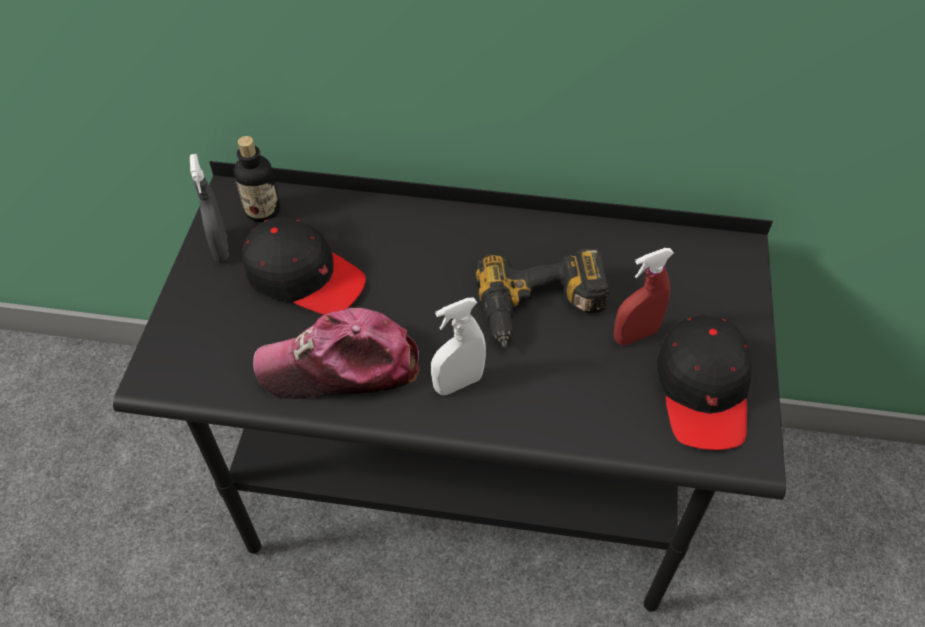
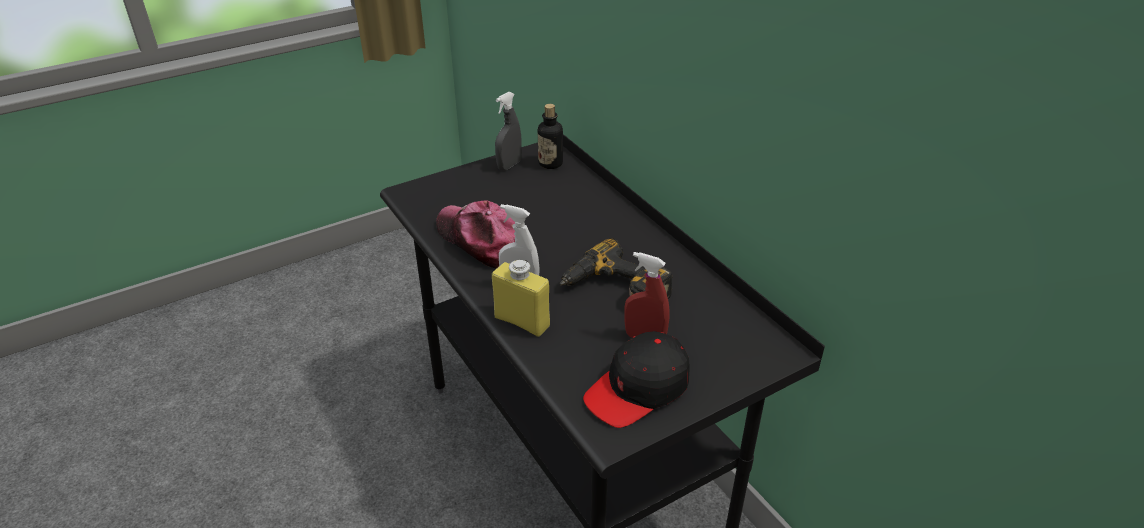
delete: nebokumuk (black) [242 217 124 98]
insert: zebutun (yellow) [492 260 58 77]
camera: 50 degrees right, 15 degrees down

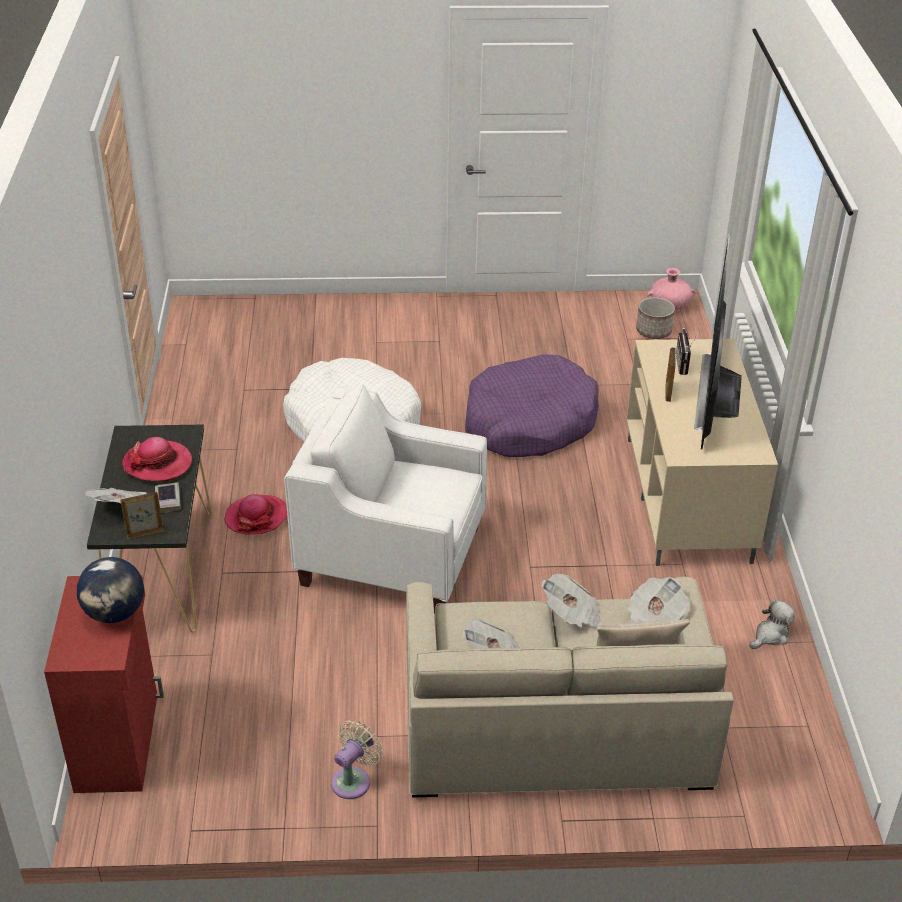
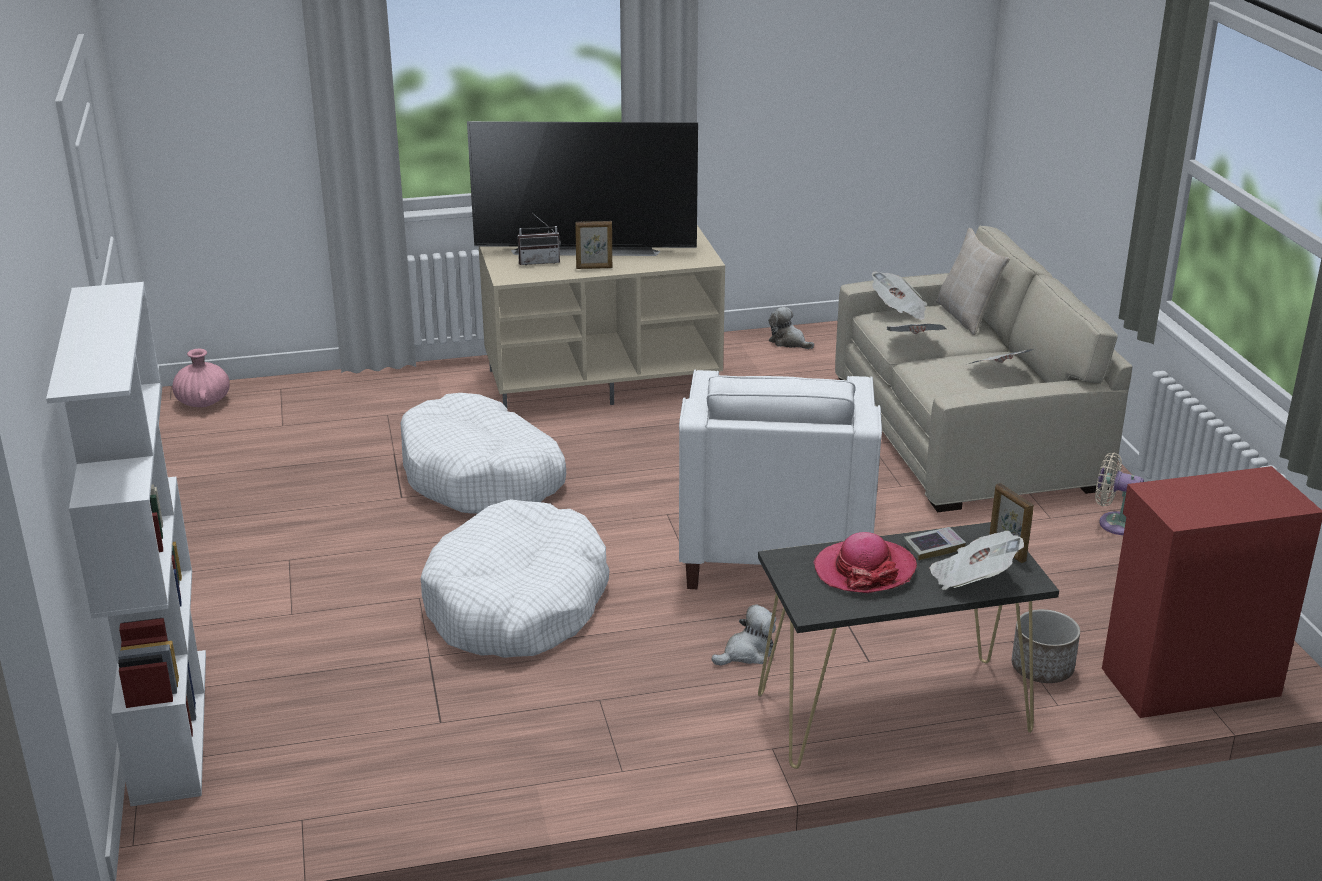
delete: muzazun [76 557 68 66]
insert: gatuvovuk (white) [46 282 160 524]
move: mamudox [636 297 39 42] to [1012 609 68 74]
replace: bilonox [225 494 62 41] to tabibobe [711 605 65 61]
recolor: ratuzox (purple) [465 354 134 103] to ratuzox (white) [401 393 165 121]
camera: 100 degrees left, 10 degrees down

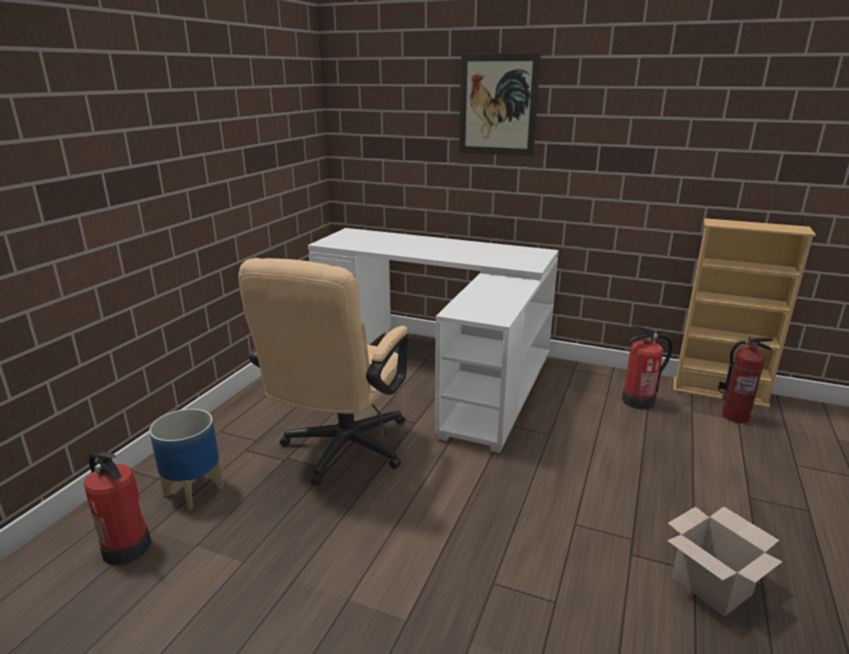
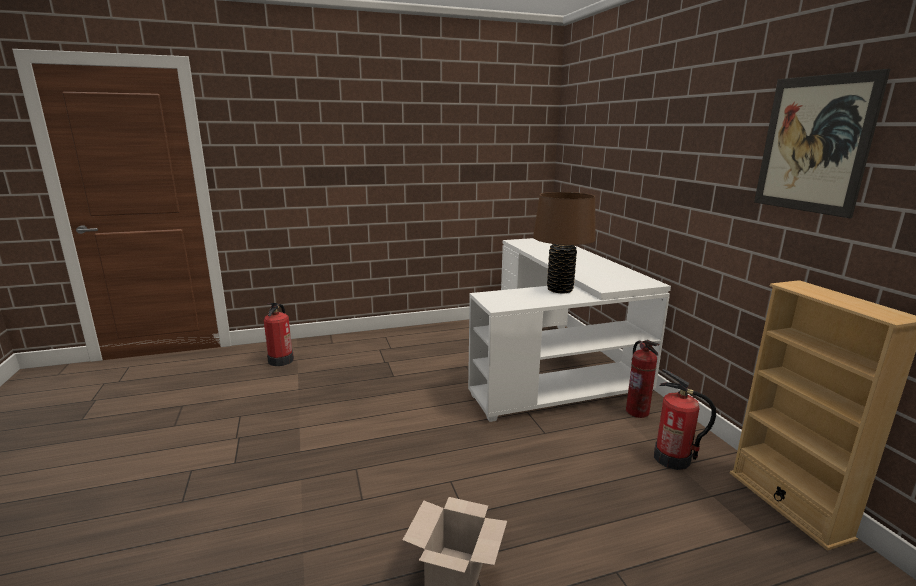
delete: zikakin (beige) [238 258 171 227]; mamudox [149 409 75 101]
insert: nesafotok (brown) [533 192 63 102]
move: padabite [459 53 82 103] to [754 69 136 149]; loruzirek [722 337 51 86] to [626 340 34 78]
camera: 50 degrees right, 5 degrees down

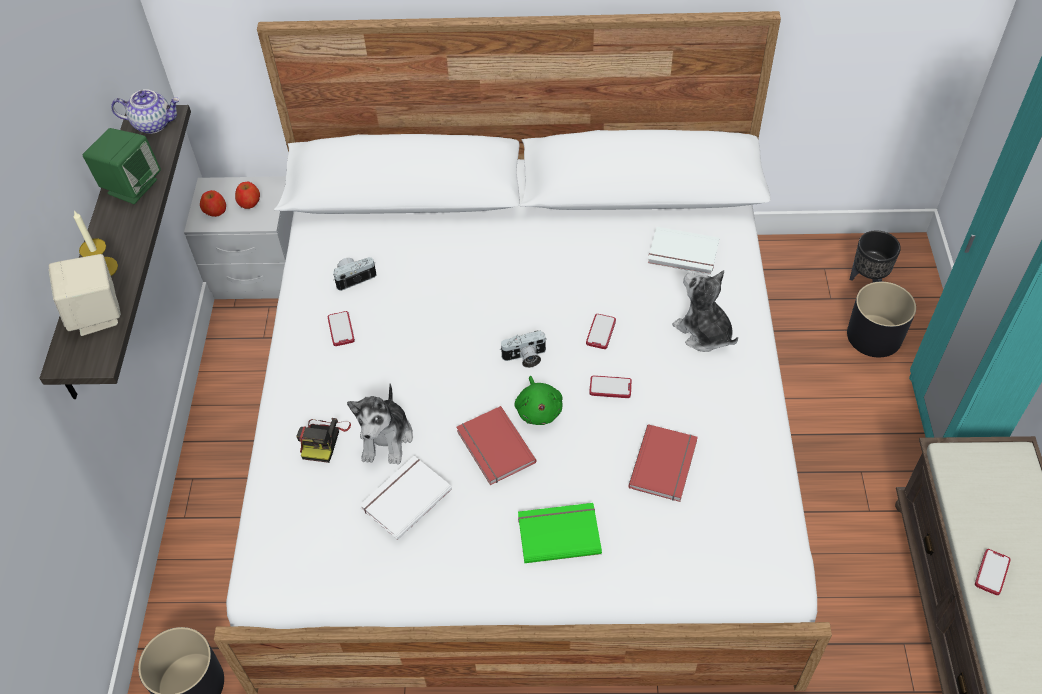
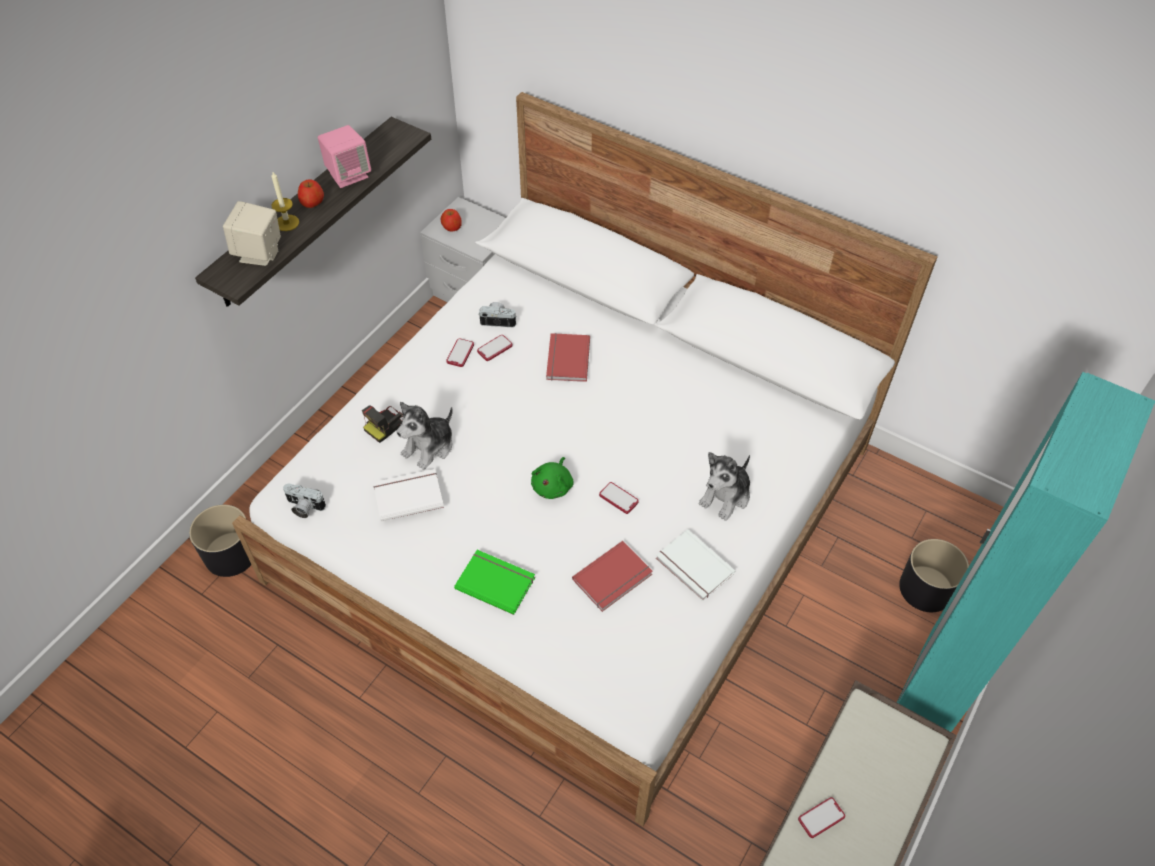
delete: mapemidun [111 89 69 45]; mamudox (black) [850 230 51 52]
move: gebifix [235 182 25 27] to [298 180 26 28]; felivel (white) [648 227 71 48] to [656 529 79 72]; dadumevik [586 314 30 35] to [477 335 35 26]; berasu [500 330 47 38] to [283 484 43 34]; felivel (red) [456 406 80 79] to [546 333 44 49]
recolor: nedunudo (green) [83 128 78 76] to nedunudo (pink) [318 125 53 63]
rotate: tabibobe [673 270 65 82] = [699 452 51 69] 135 degrees counterclockwise
camera: 30 degrees right, 0 degrees up

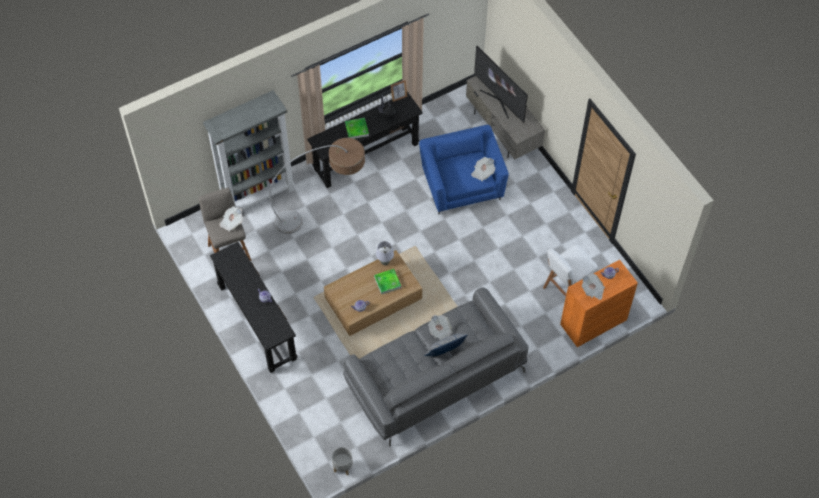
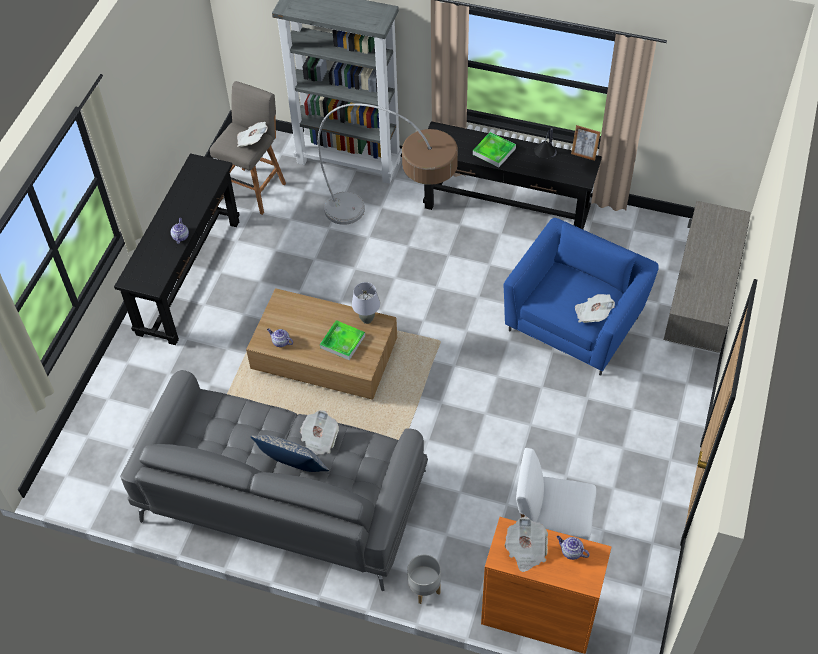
delete: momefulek [474 46 54 77]
move: mamudox (grey) [332 447 21 29] to [407 555 34 49]
camera: 50 degrees right, 5 degrees down

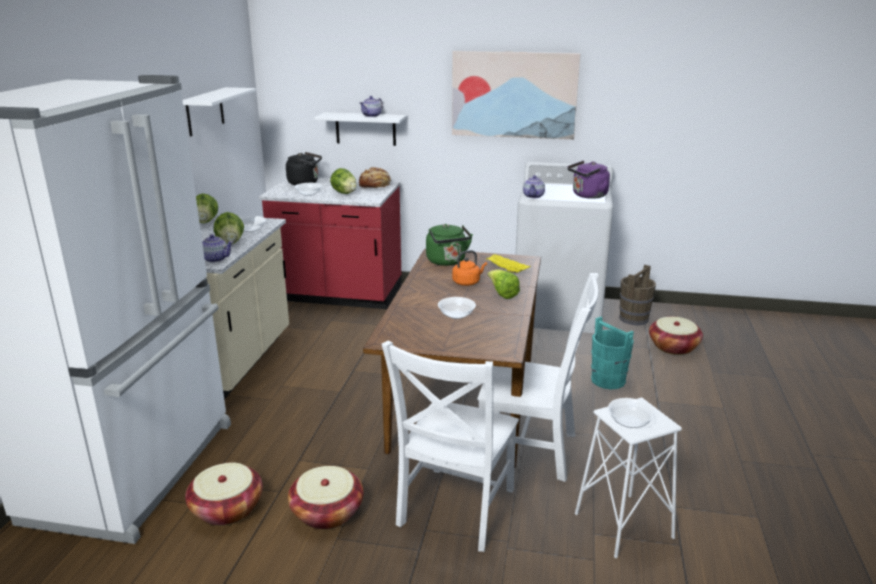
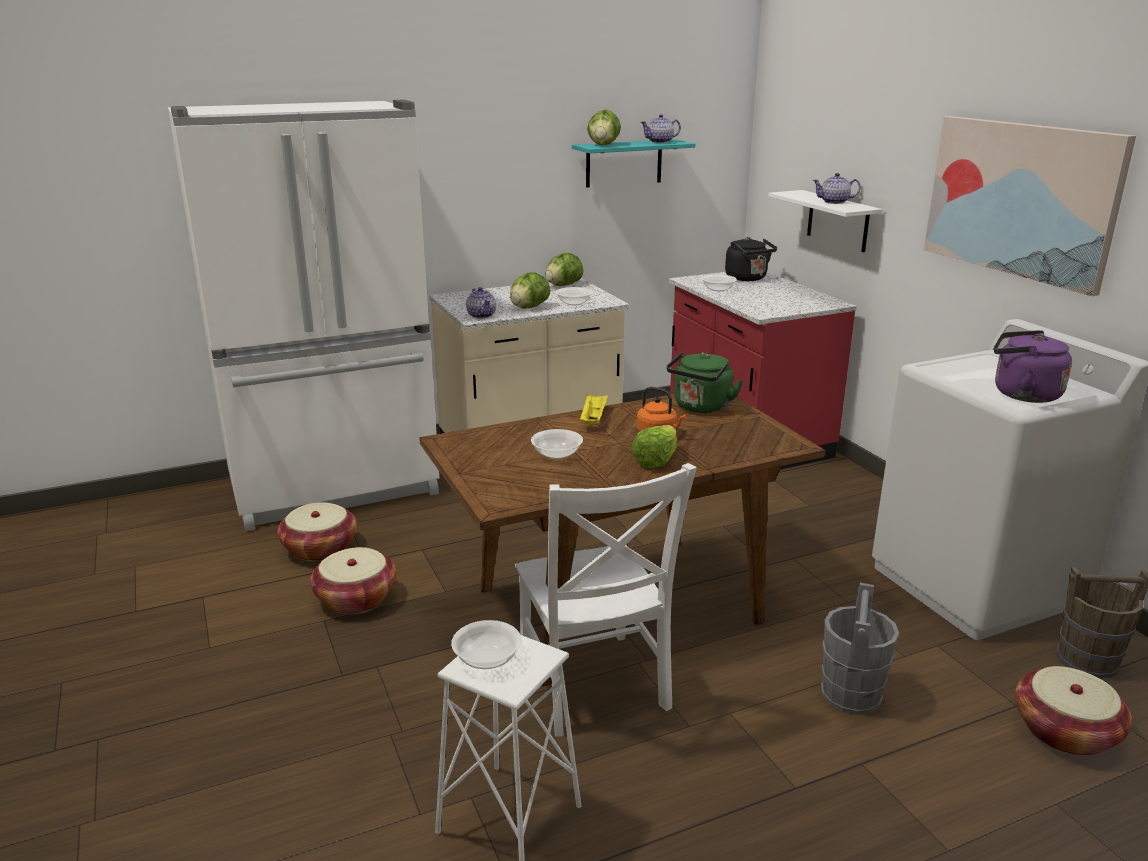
delete: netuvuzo [359 167 32 22]; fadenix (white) [382 341 137 211]
move: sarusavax [330 168 27 26] to [587 109 34 36]; mapemidun [523 175 22 23] to [641 114 40 29]; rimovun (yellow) [486 254 45 19] to [580 394 28 31]
recolor: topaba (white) [183 87 73 49] to topaba (turquoise) [572 139 123 49]; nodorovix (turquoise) [591 317 43 72] to nodorovix (grey) [821 583 78 132]
camera: 55 degrees right, 0 degrees up

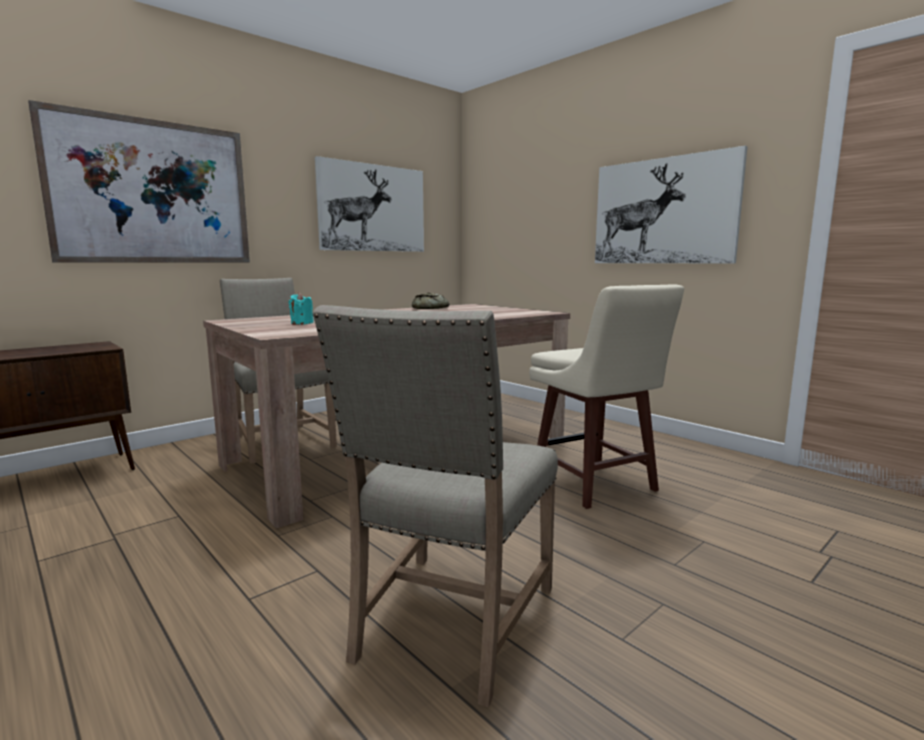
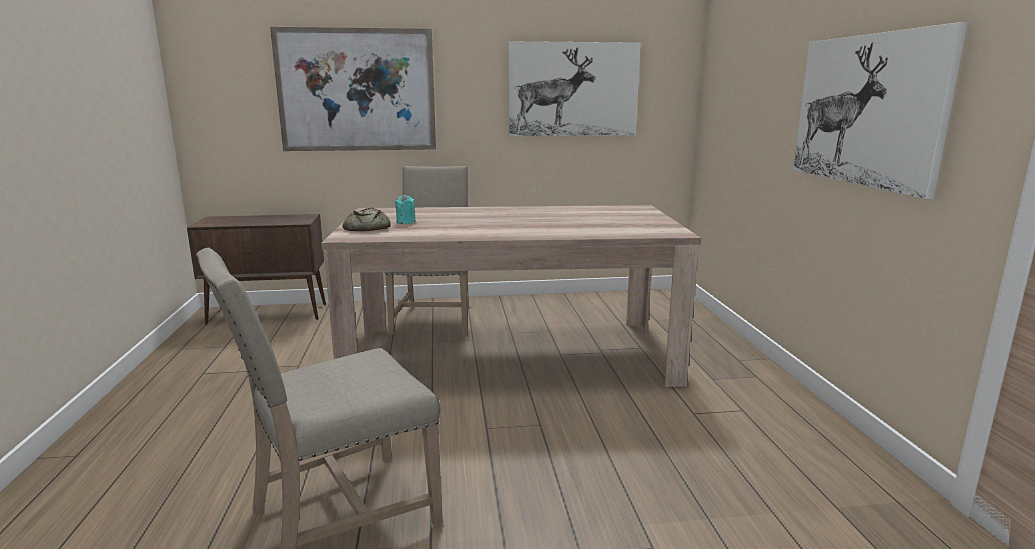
delete: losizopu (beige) [529 285 155 224]
move: netuvuzo [412 293 37 16] to [343 208 48 23]
camera: 35 degrees right, 5 degrees up

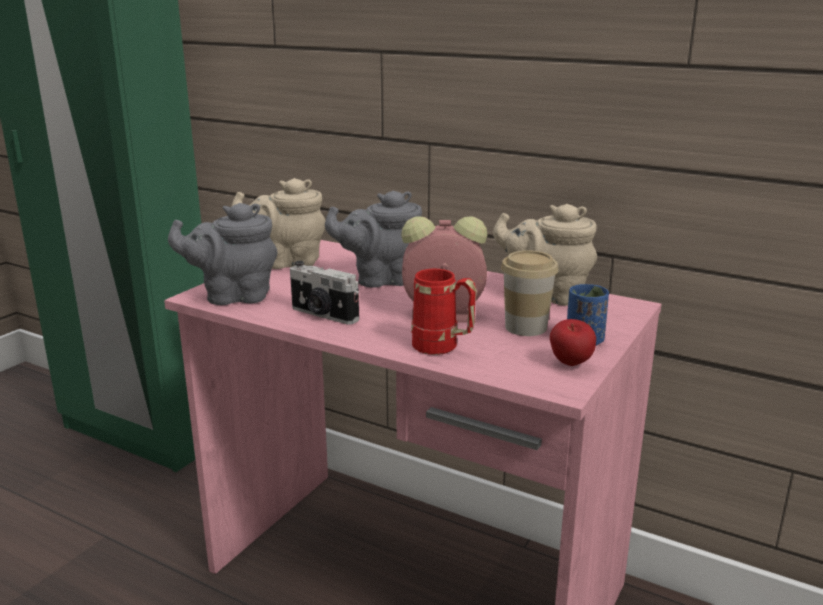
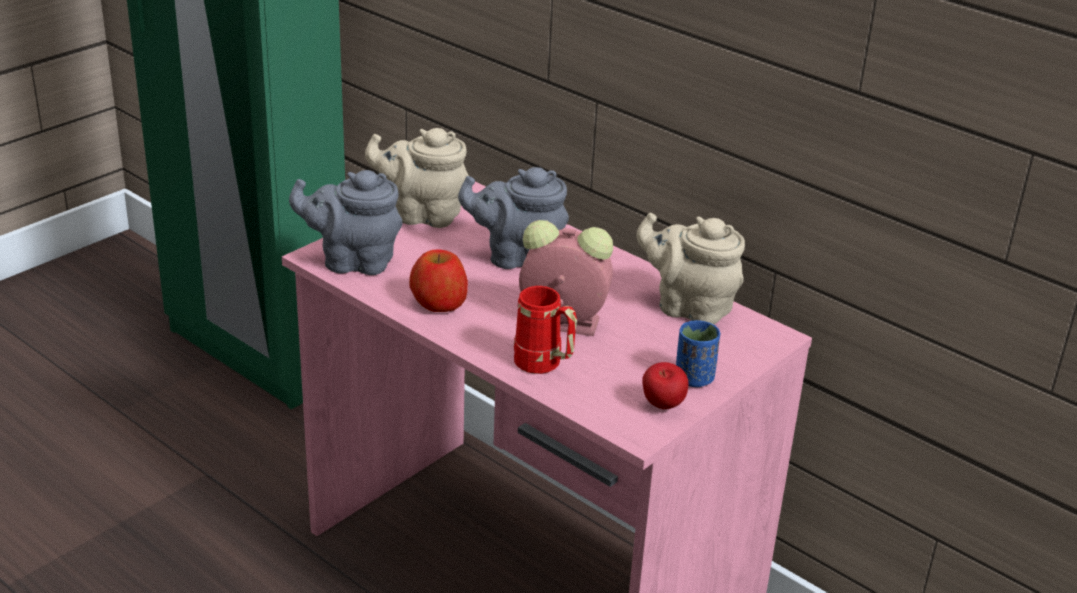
delete: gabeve [501 250 58 86]
replace: berasu [290 261 69 64] to gebifix [409 250 59 62]
camera: 10 degrees right, 10 degrees up

